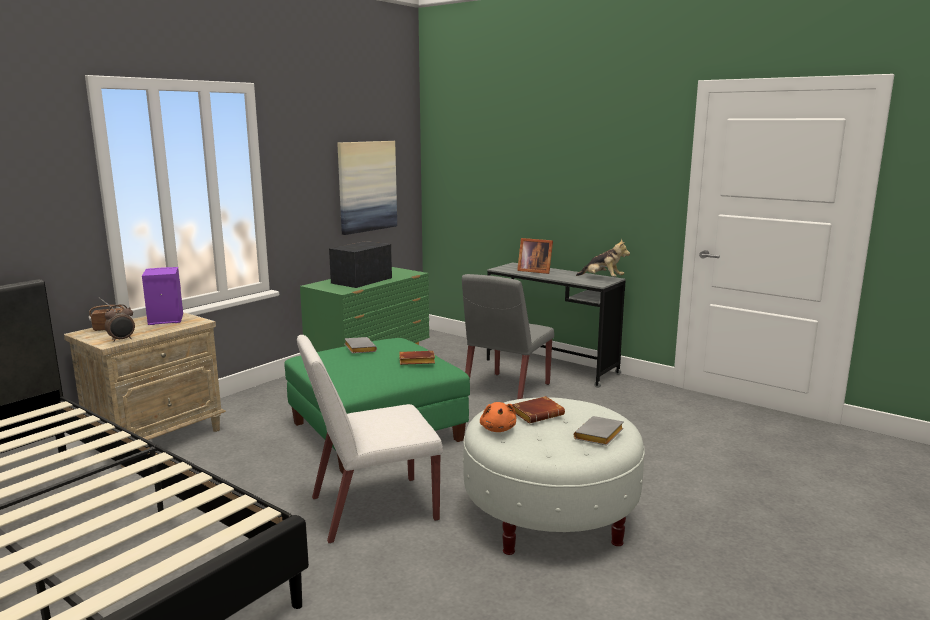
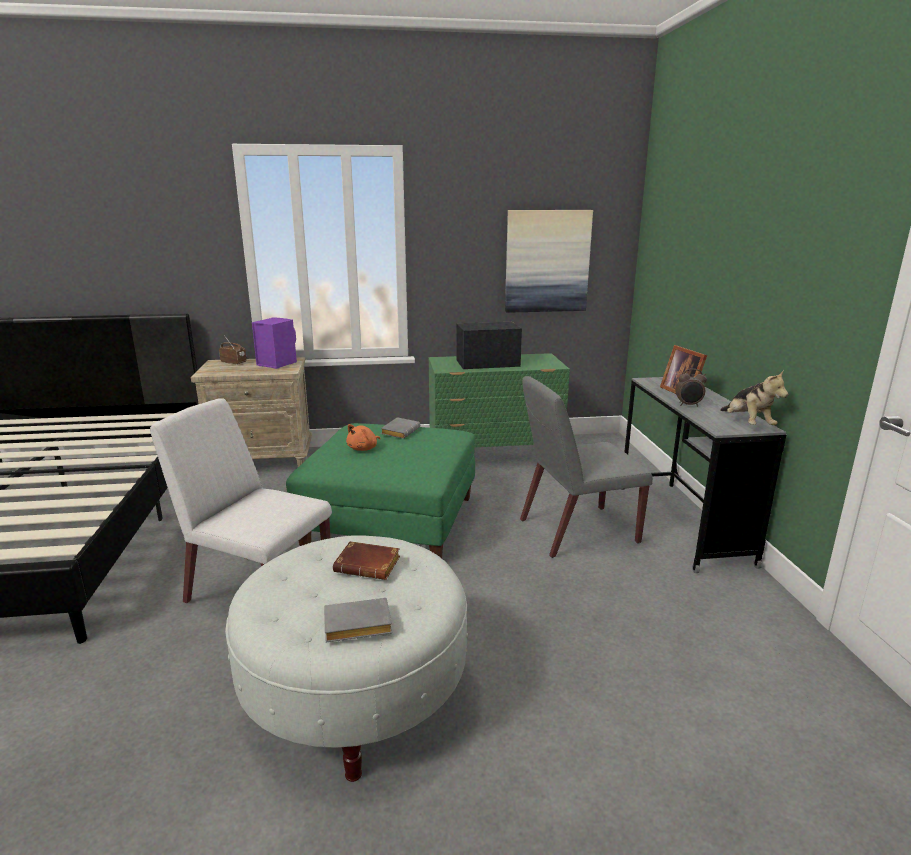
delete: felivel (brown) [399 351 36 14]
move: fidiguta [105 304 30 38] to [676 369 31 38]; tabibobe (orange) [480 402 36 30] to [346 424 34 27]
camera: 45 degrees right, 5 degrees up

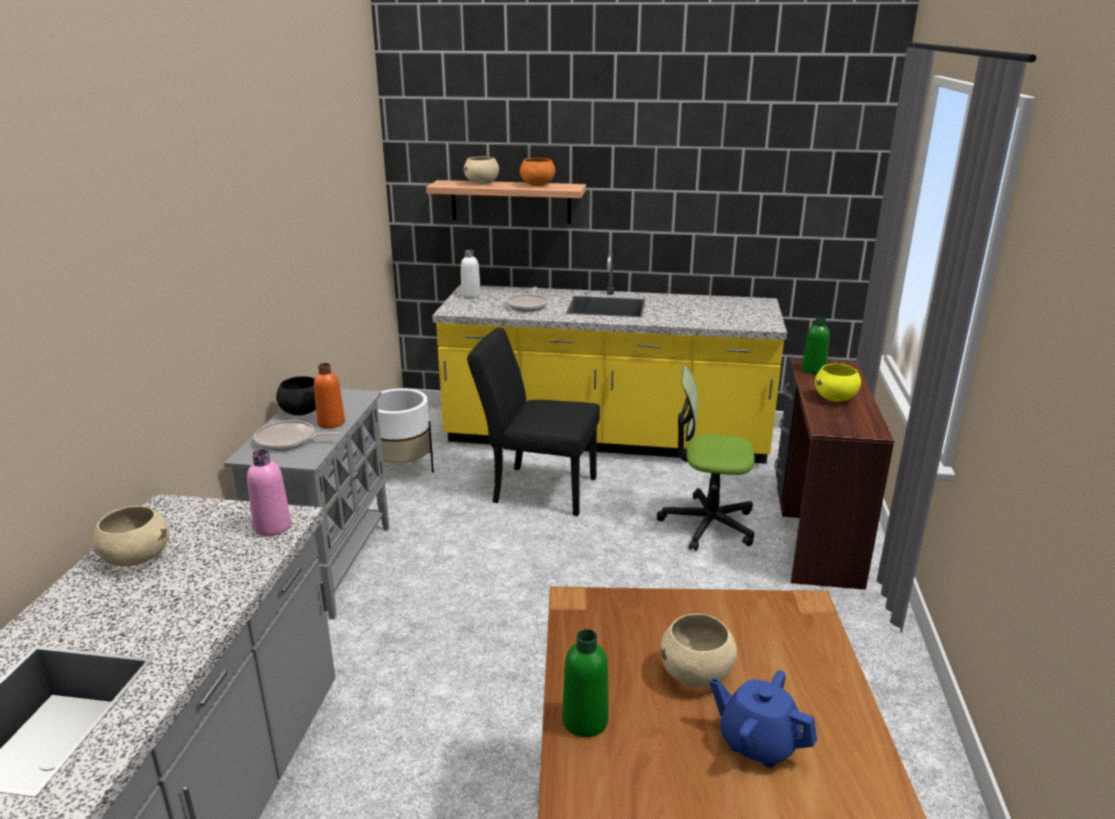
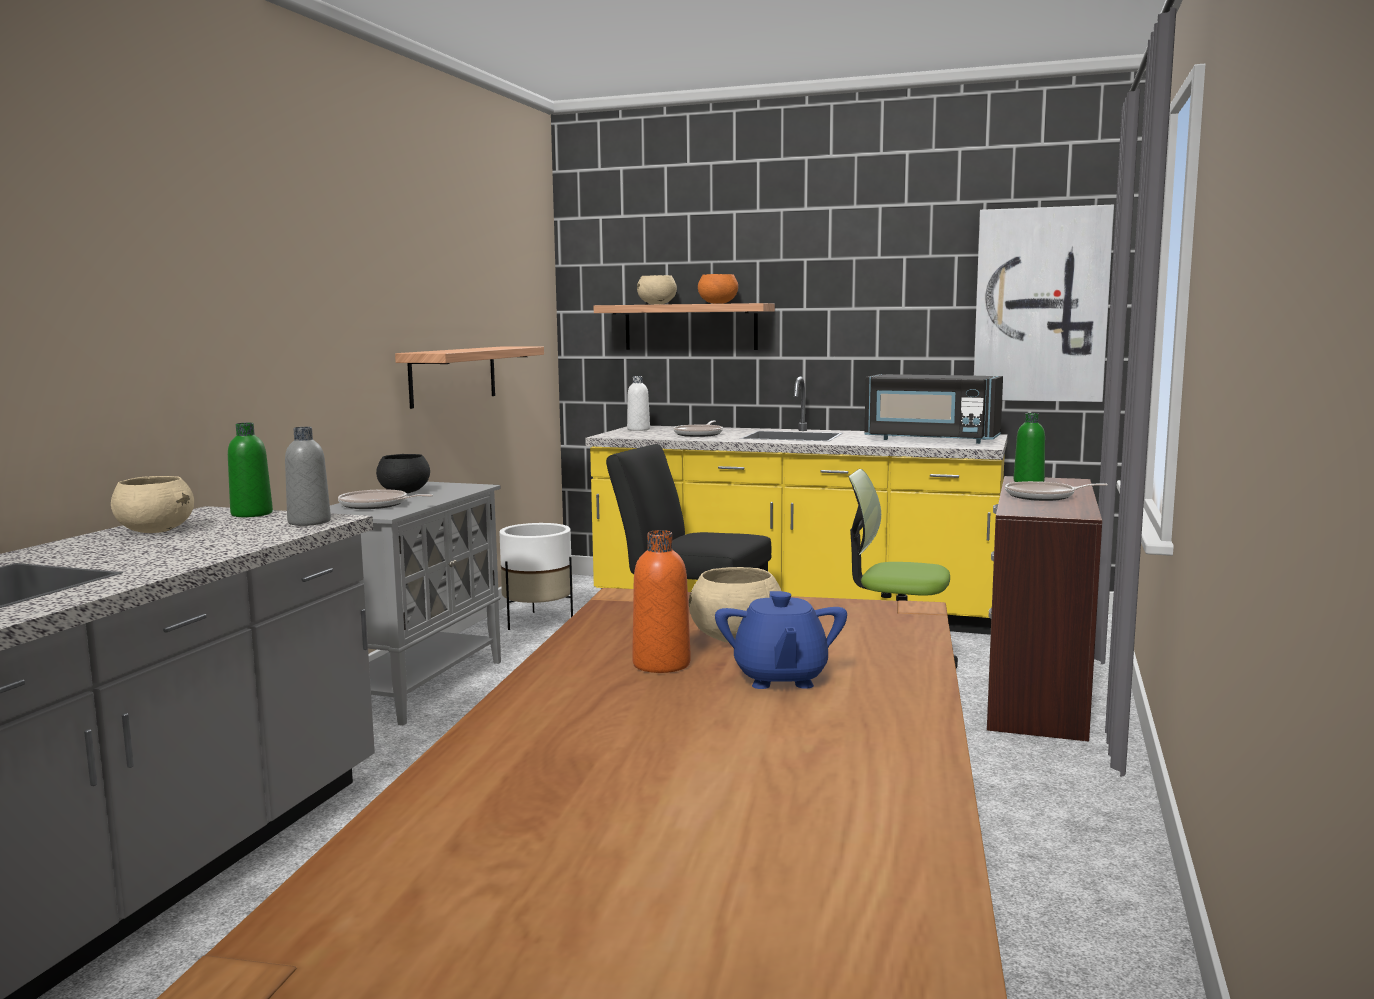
insert: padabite [974 205 140 197]; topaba [395 347 149 62]; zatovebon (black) [865 374 138 70]
move: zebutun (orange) [314 363 31 65] to [632 530 59 143]; zebutun (green) [562 629 47 108] to [228 423 45 94]
replace: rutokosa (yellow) [815 364 46 38] to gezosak [1005 481 103 20]
recolor: zebutun (pink) [247 449 44 87] to zebutun (grey) [285 427 46 99]
rotate: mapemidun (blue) [709 670 108 98] = [715 591 132 98] 135 degrees counterclockwise
camera: 10 degrees right, 15 degrees down

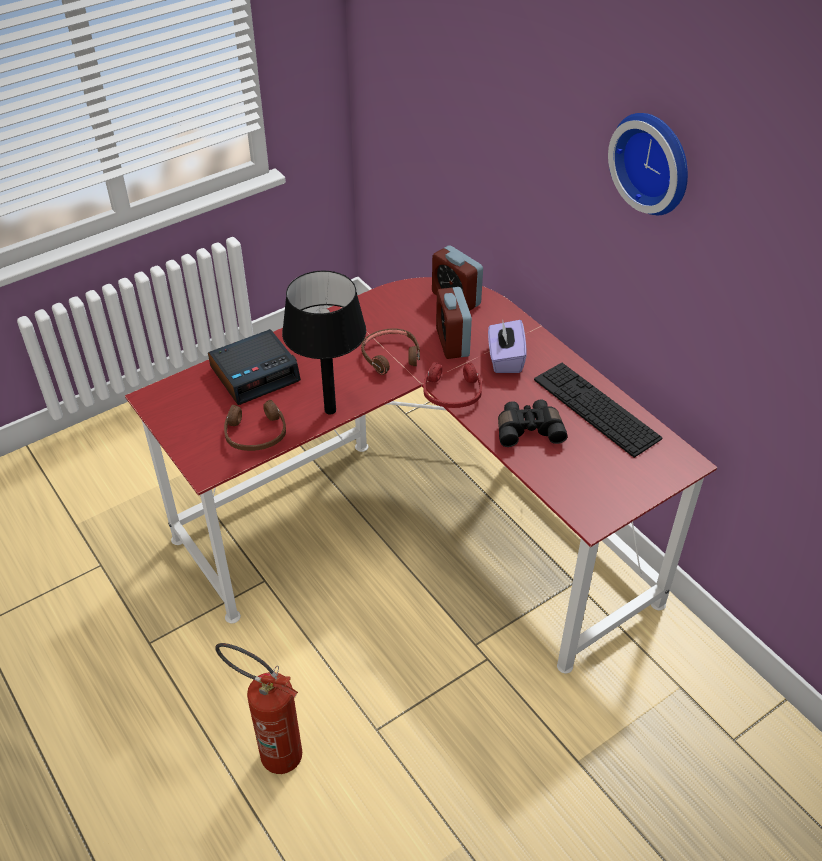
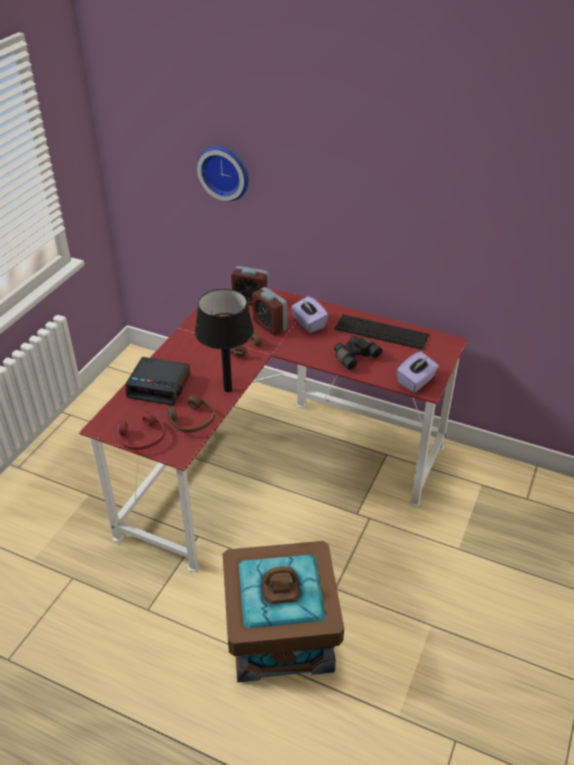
insert: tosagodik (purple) [397 352 42 40]
move: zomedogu [608 113 80 102] to [197 146 52 55]; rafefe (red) [423 362 59 46] to [118 411 47 39]
replace: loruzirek [215 643 87 131] to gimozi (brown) [223 541 121 141]
rotate: fidiguta [208 329 93 76] = [126 357 64 48] 75 degrees clockwise
camera: 30 degrees left, 5 degrees down

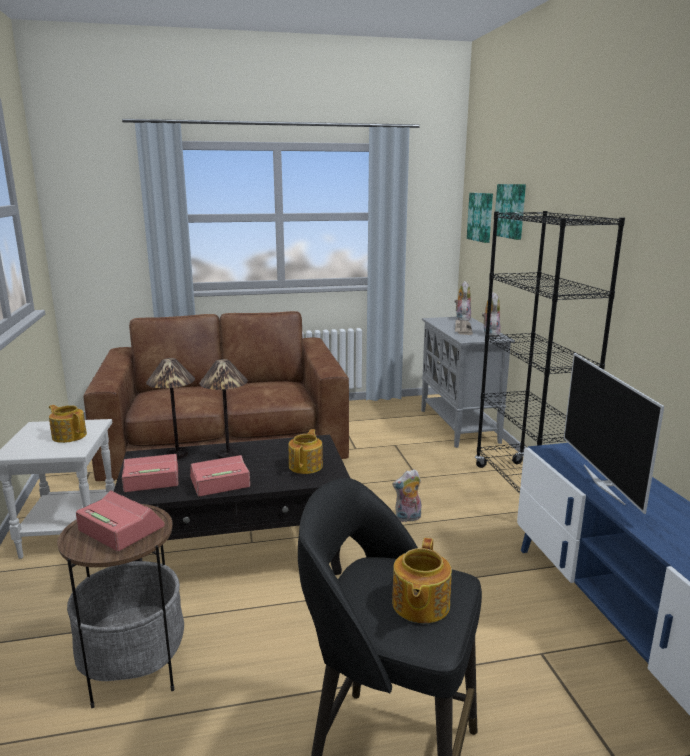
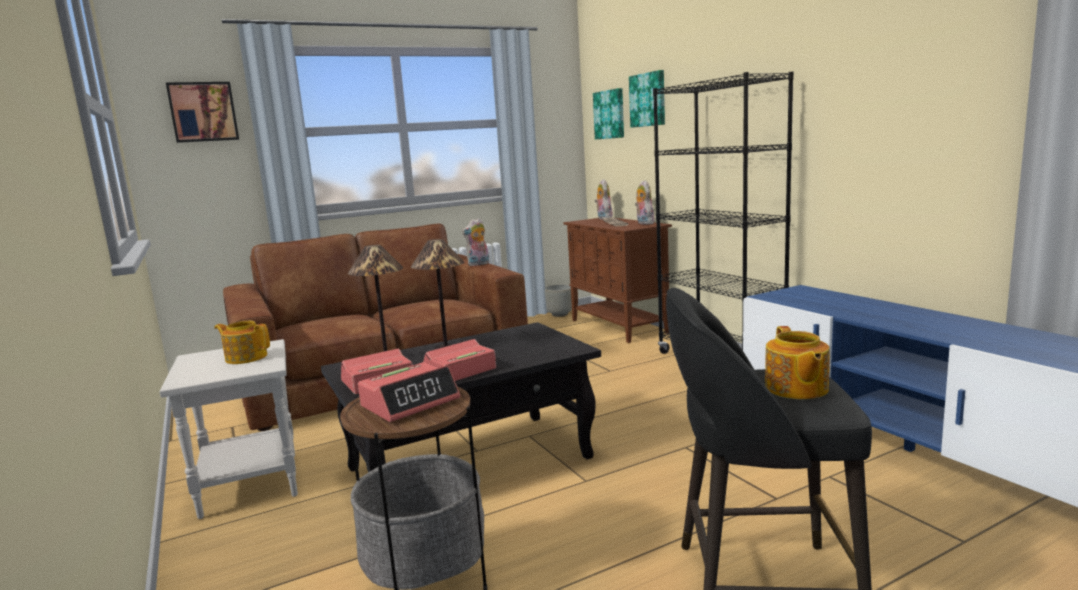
delete: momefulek [564 353 100 161]; mapemidun [289 429 34 45]
insert: padabite [166 82 73 61]; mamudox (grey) [545 284 27 33]
move: tabibobe [392 469 29 53] to [462 218 27 48]
recolor: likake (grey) [421 317 94 131] to likake (brown) [564 218 108 125]
rotate: fidiguta [76 490 89 61] = [358 362 102 60] 120 degrees clockwise
camera: 15 degrees left, 5 degrees down

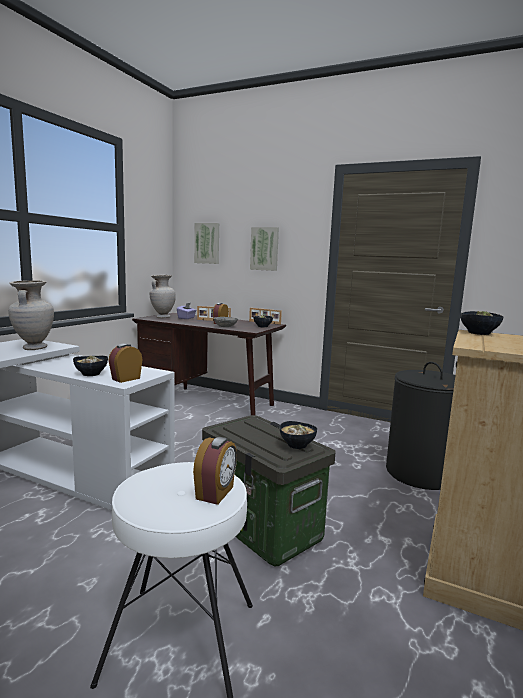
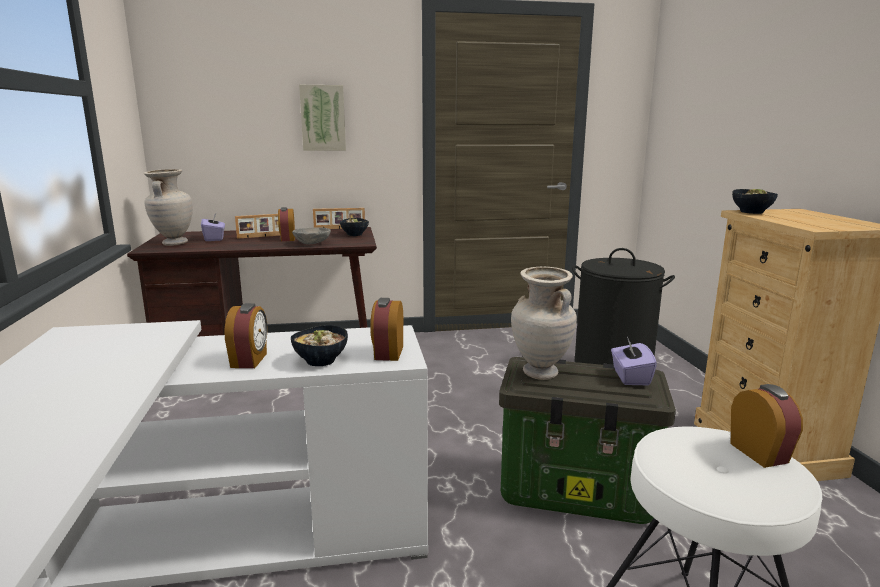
delete: padabite [194 223 25 41]
insert: fidiguta [224 303 43 65]
move: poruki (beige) [8 280 46 70] to [511 267 66 113]
replace: rutokosa [280 421 37 28] to tosagodik (purple) [611 337 46 48]
camera: 35 degrees left, 5 degrees up

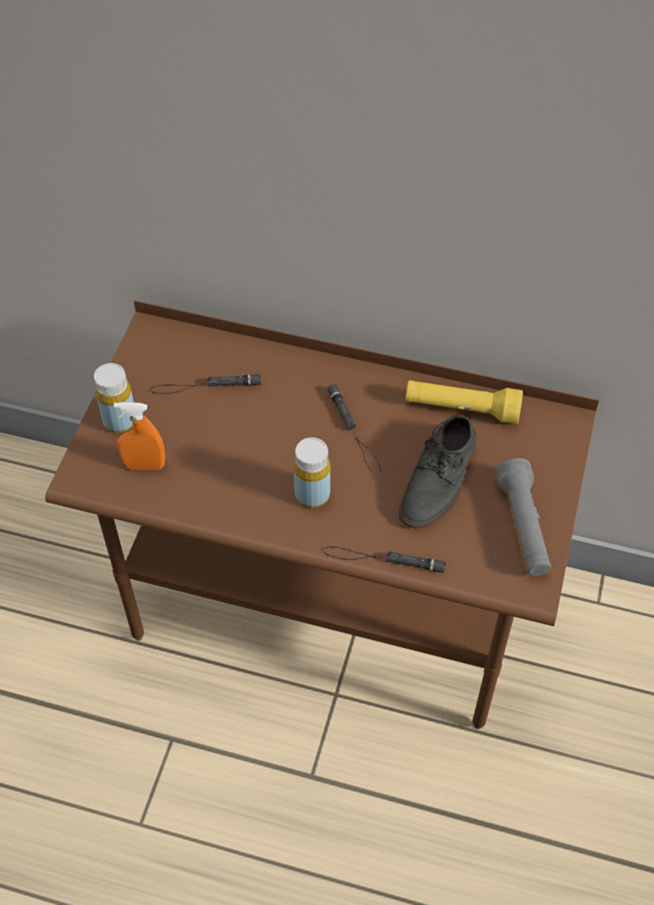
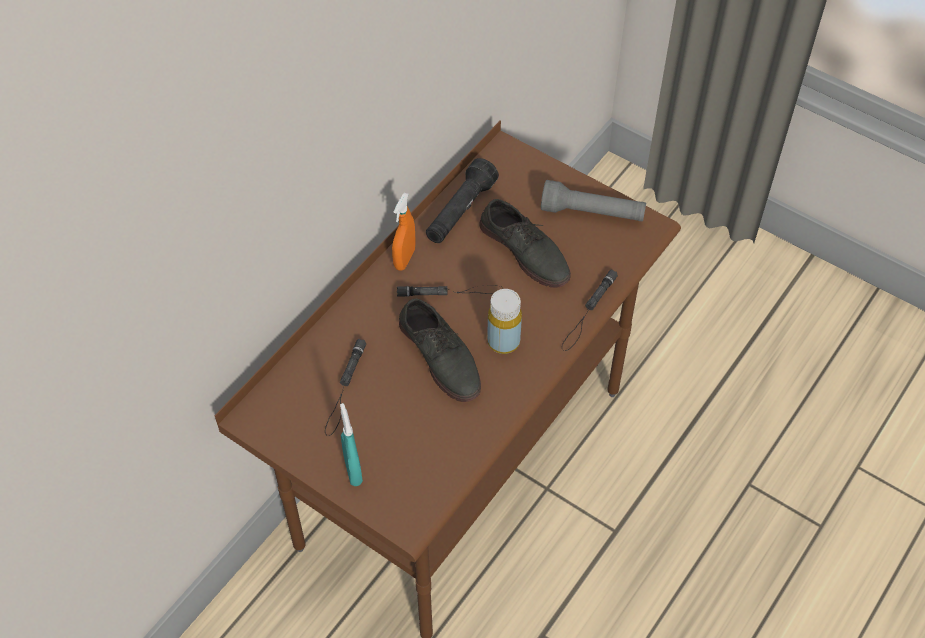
insert: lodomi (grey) [399 298 82 104]
move: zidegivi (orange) [114 402 51 68] to [392 193 24 78]
replace: zebutun (yellow) [94 363 40 70] to zidegivi (turquoise) [340 403 23 83]
recolor: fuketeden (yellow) [405 380 118 44] to fuketeden (black) [426 158 73 85]
camera: 70 degrees left, 0 degrees up

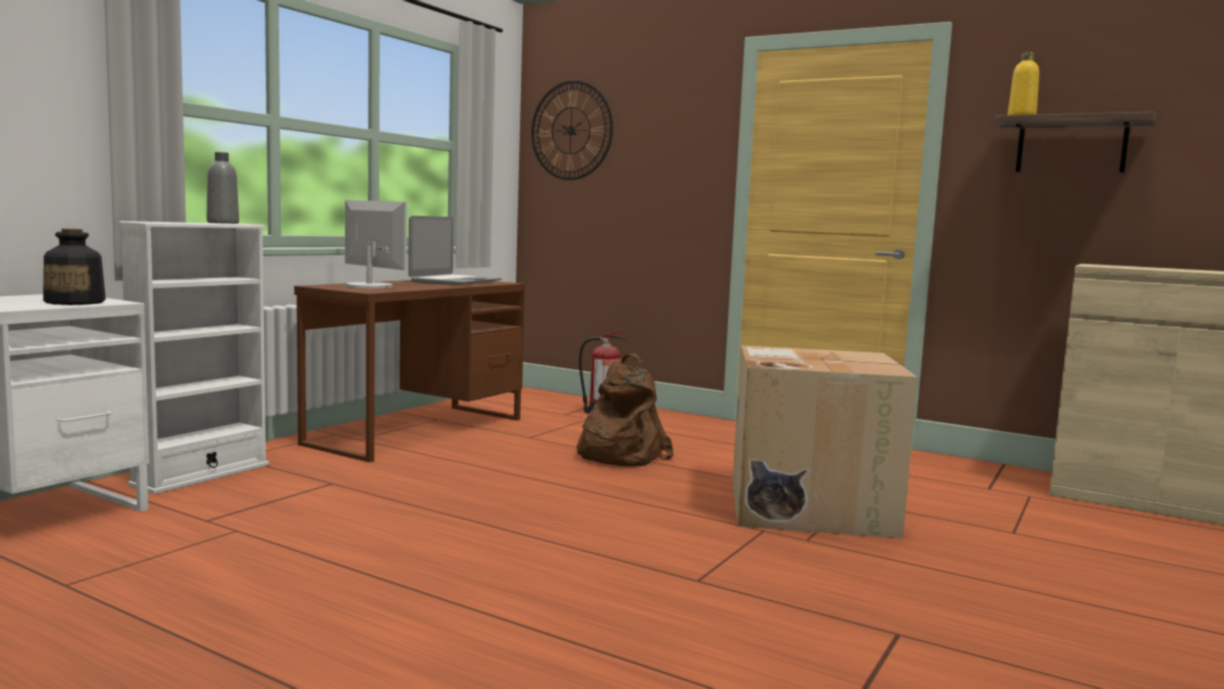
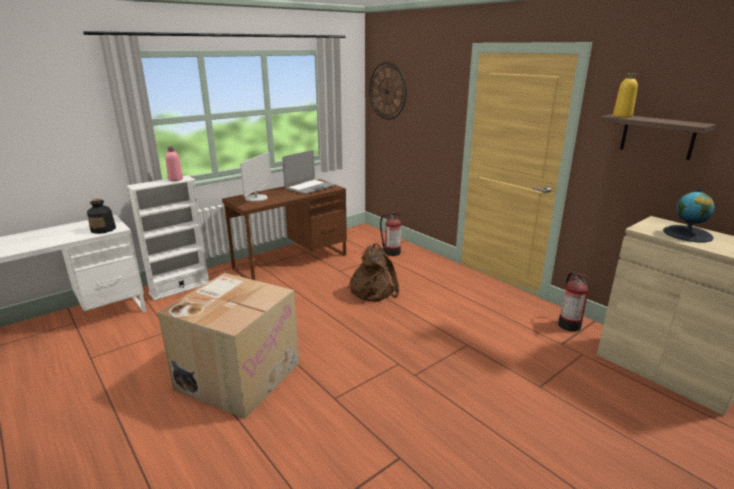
insert: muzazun [663 187 52 55]; loruzirek [558 272 30 60]
move: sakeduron [733 345 185 194] to [157 273 142 146]
recolor: zebutun (grey) [207 152 32 72] to zebutun (pink) [165 147 18 34]
rotate: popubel [345 200 62 88] = [240 152 32 50] 45 degrees clockwise
camera: 20 degrees right, 15 degrees up

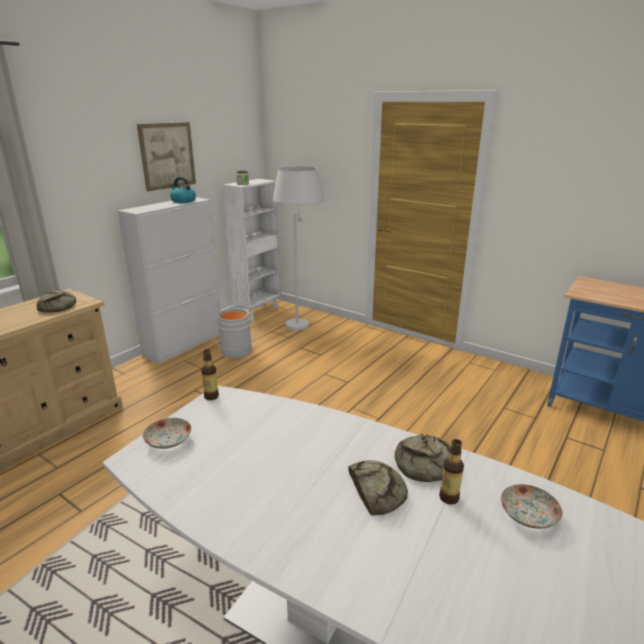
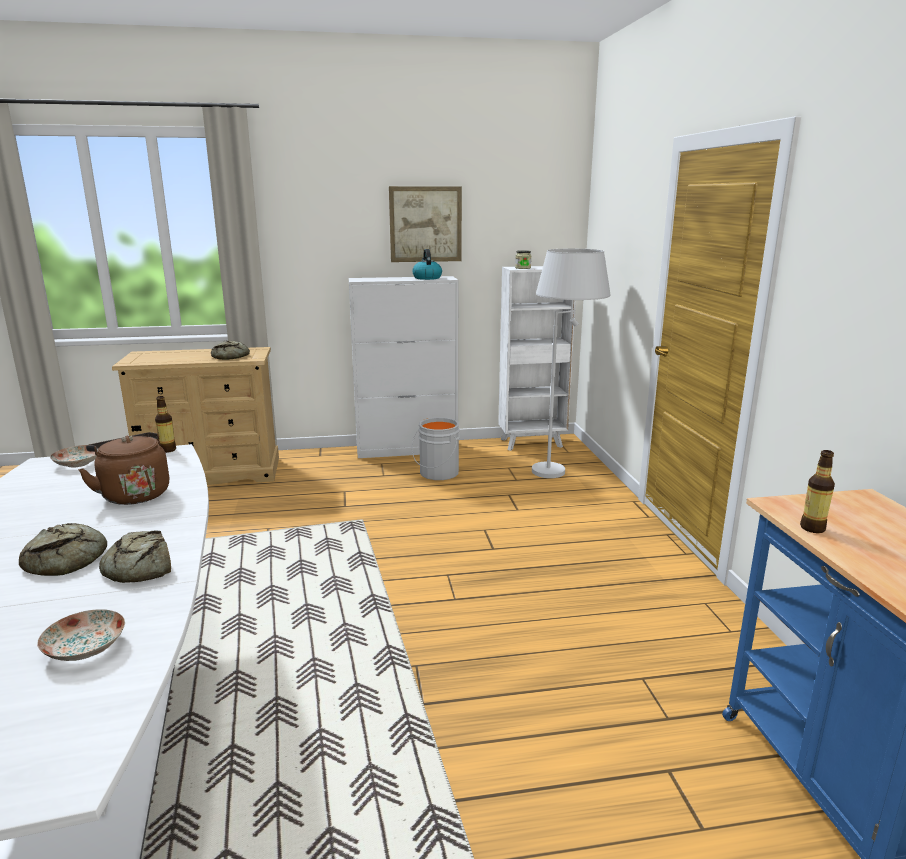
insert: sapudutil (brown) [78 432 91 73]
move: zebutun [439 439 25 66] to [800 450 35 83]
camera: 45 degrees right, 5 degrees down

